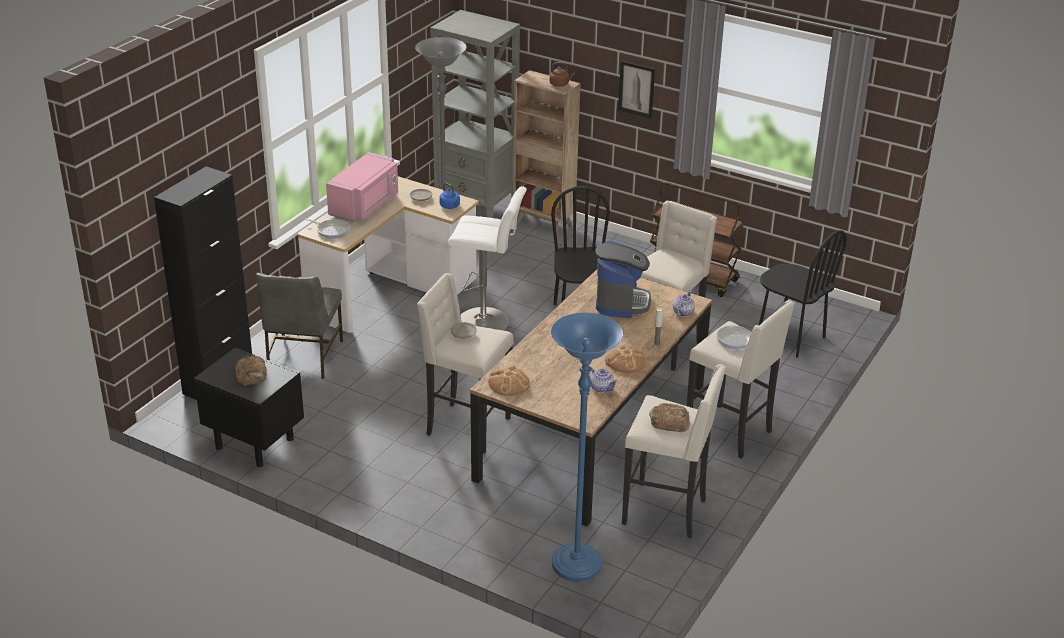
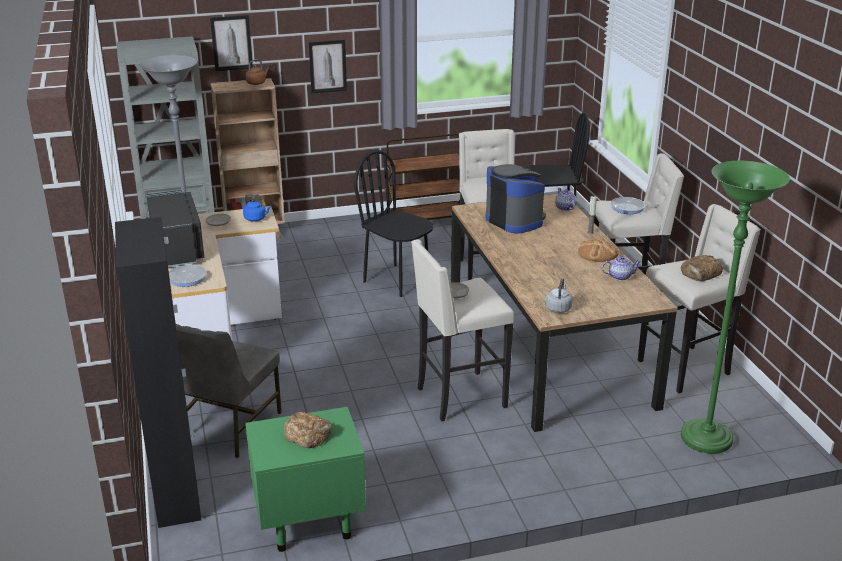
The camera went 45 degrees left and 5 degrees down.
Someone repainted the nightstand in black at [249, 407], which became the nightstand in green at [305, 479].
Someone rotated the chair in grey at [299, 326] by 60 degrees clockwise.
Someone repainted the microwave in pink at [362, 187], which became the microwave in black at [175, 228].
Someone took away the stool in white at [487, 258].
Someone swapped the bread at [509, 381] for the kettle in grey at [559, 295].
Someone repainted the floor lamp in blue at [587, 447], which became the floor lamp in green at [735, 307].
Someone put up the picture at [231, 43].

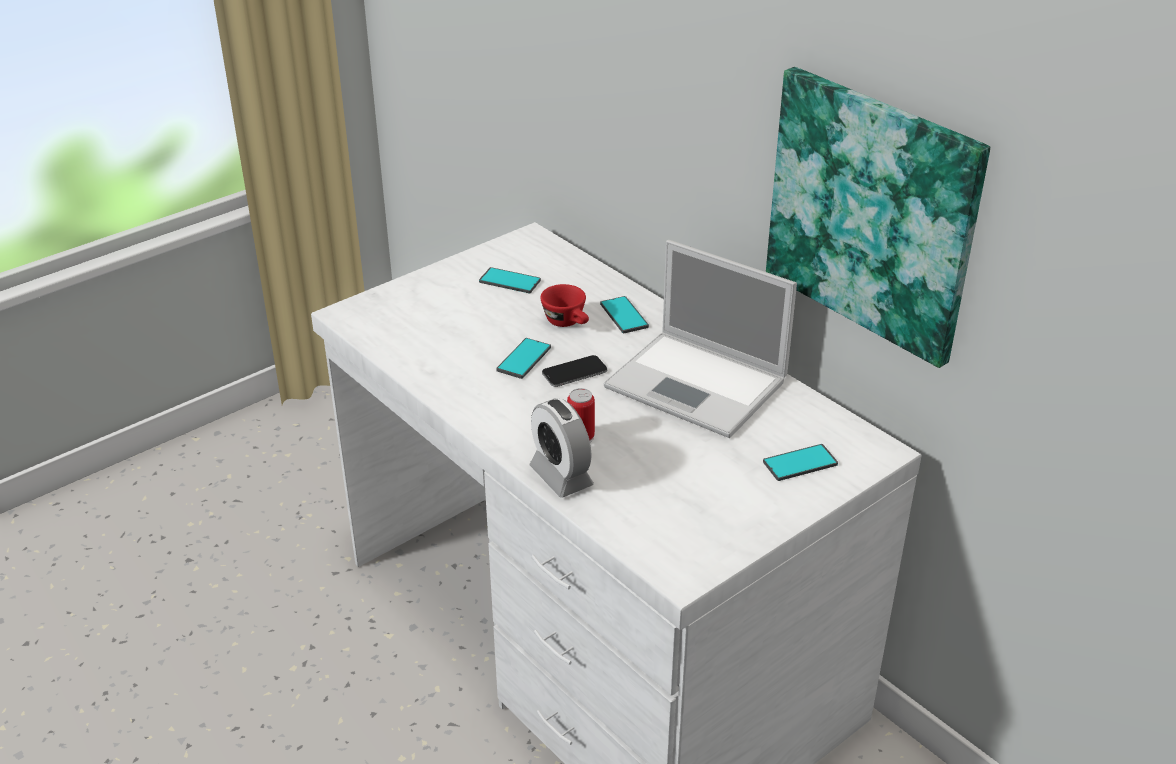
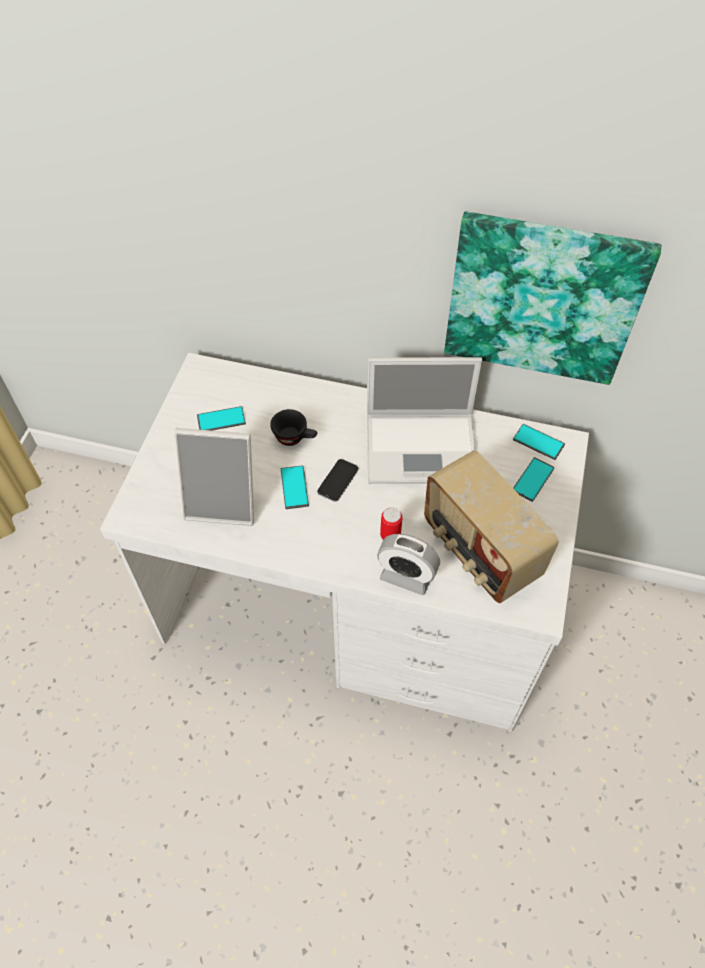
The camera went 35 degrees left and 20 degrees up.
Someone repainted the cup in red at [564, 305], which became the cup in black at [293, 427].
Someone carried the phone from [624, 315] to [539, 442].
Someone put down the picture frame at [214, 477].
Someone put down the radio at [491, 527].

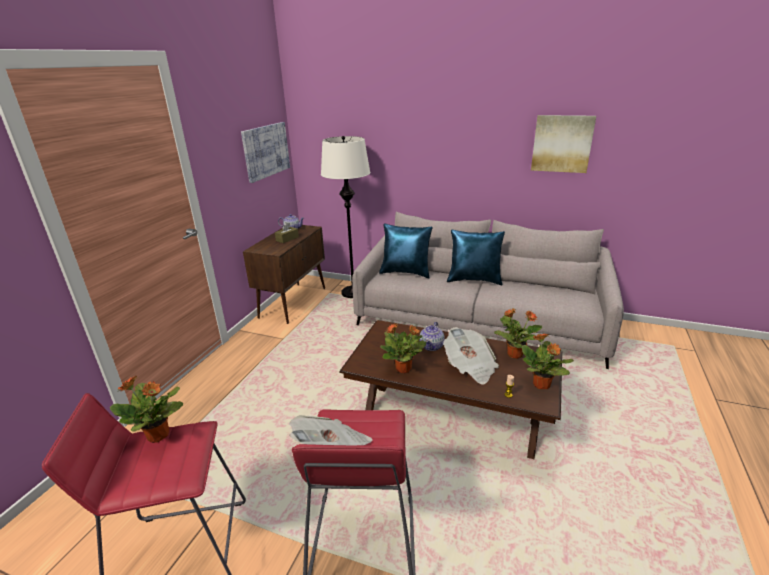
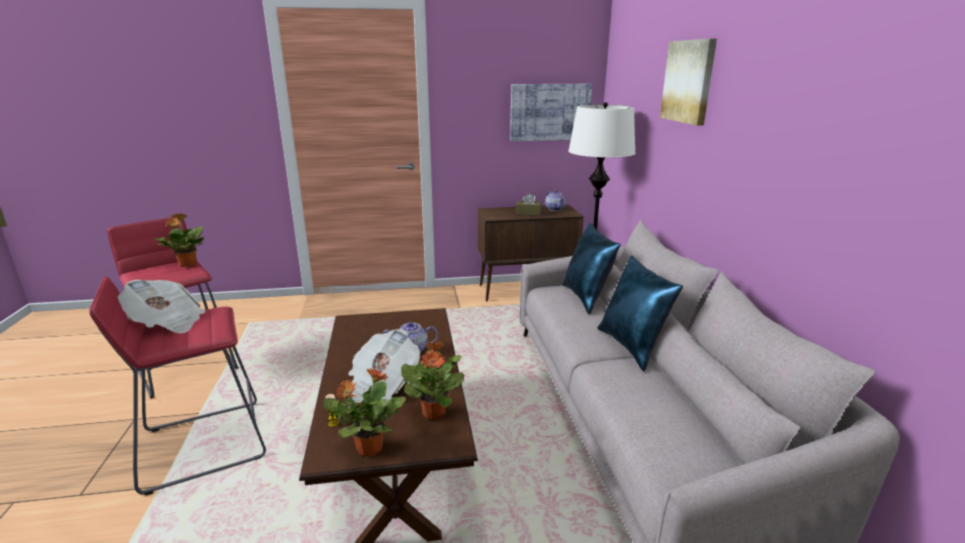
The camera went 60 degrees right and 5 degrees down.
Someone took away the potted plant at [403, 348].
Someone carried the picture from [563, 144] to [688, 82].

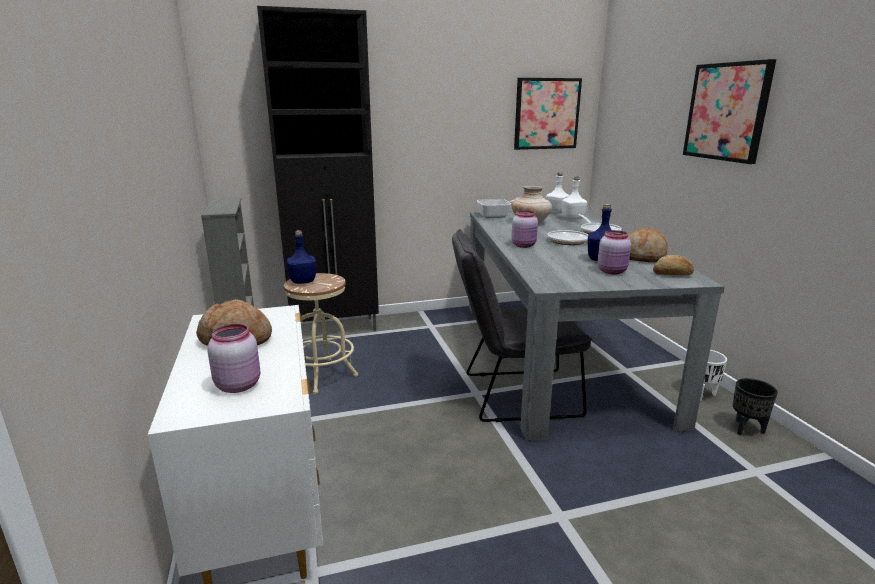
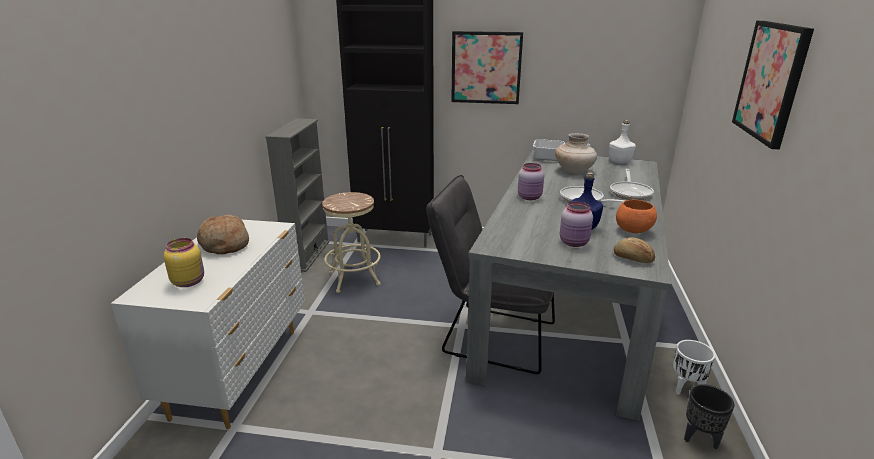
The camera went 25 degrees right and 5 degrees up.
Someone repainted the jar in pink at [234, 358], which became the jar in yellow at [184, 262].
Someone took away the bottle in blue at [301, 257].
Someone carried the picture from [548, 114] to [487, 67].
Someone took away the bottle in white at [574, 198].
Someone swapped the bread at [648, 245] for the bowl in orange at [636, 216].

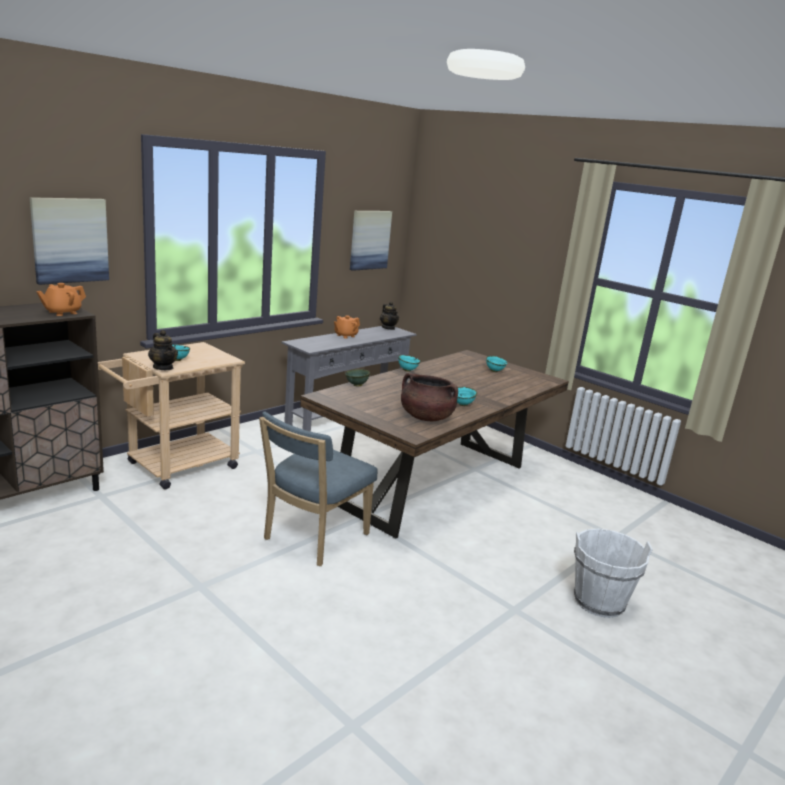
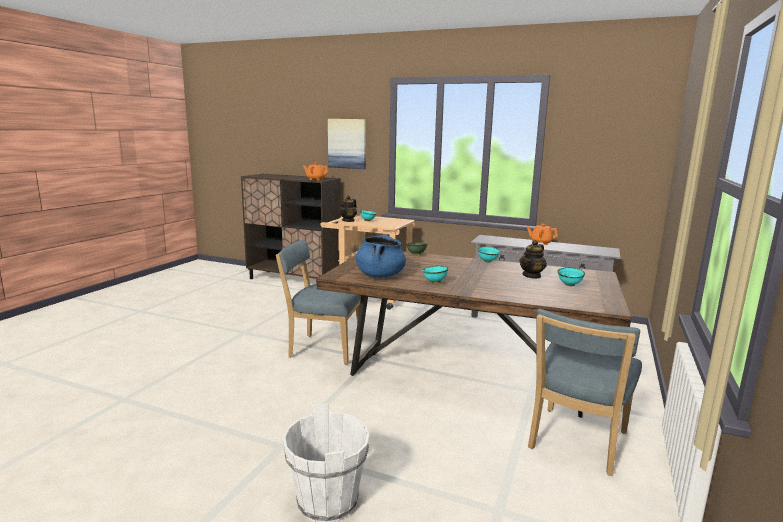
The camera went 70 degrees right and 5 degrees down.
Someone took away the picture at [371, 241].
Someone carried the teapot from [389, 316] to [533, 259].
Someone repainted the cooking pot in brown at [429, 397], which became the cooking pot in blue at [381, 256].
Someone put down the chair in blue at [585, 392].

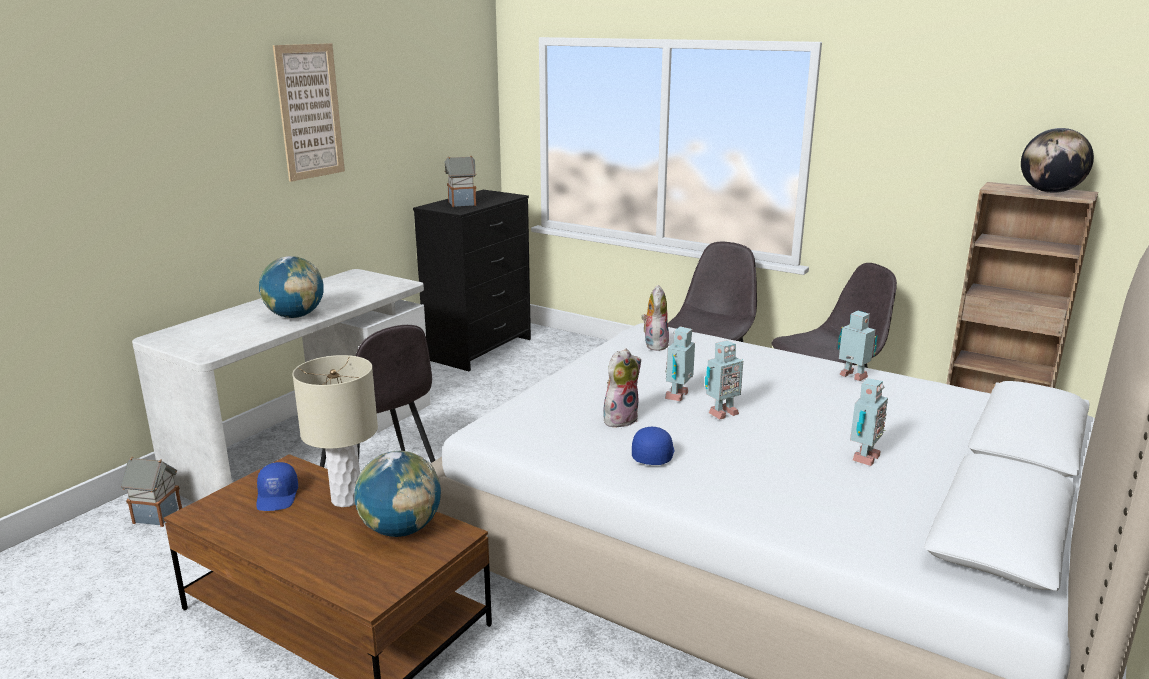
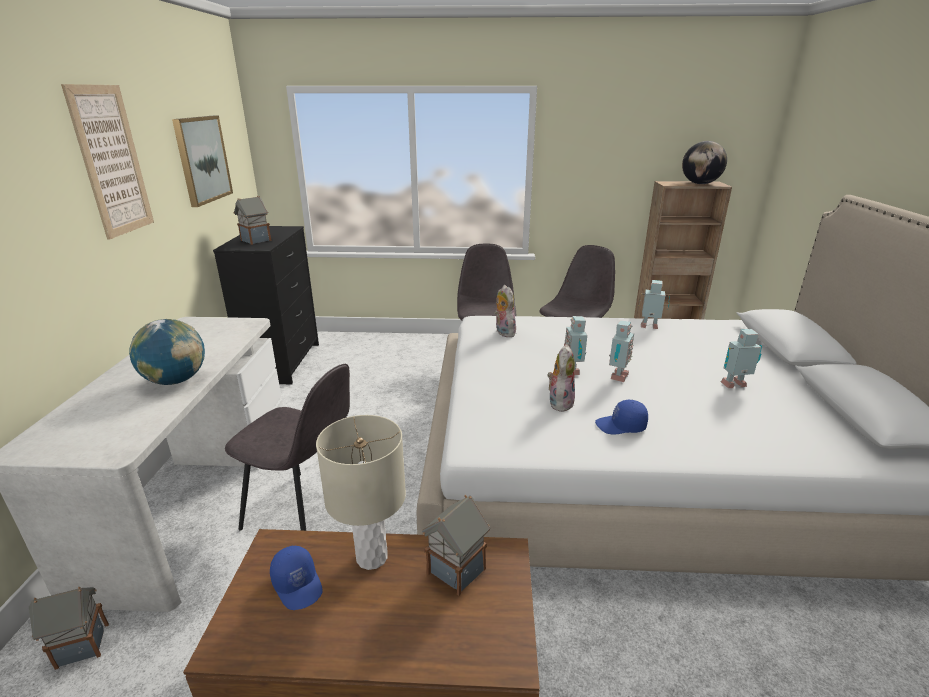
The camera went 30 degrees left and 5 degrees up.
Someone swapped the globe at [398, 494] for the toy house at [456, 545].
Someone rotated the cap in blue at [653, 446] by 75 degrees counterclockwise.
Someone rotated the toy robot at [869, 422] by 105 degrees counterclockwise.
Someone put up the picture at [202, 161].

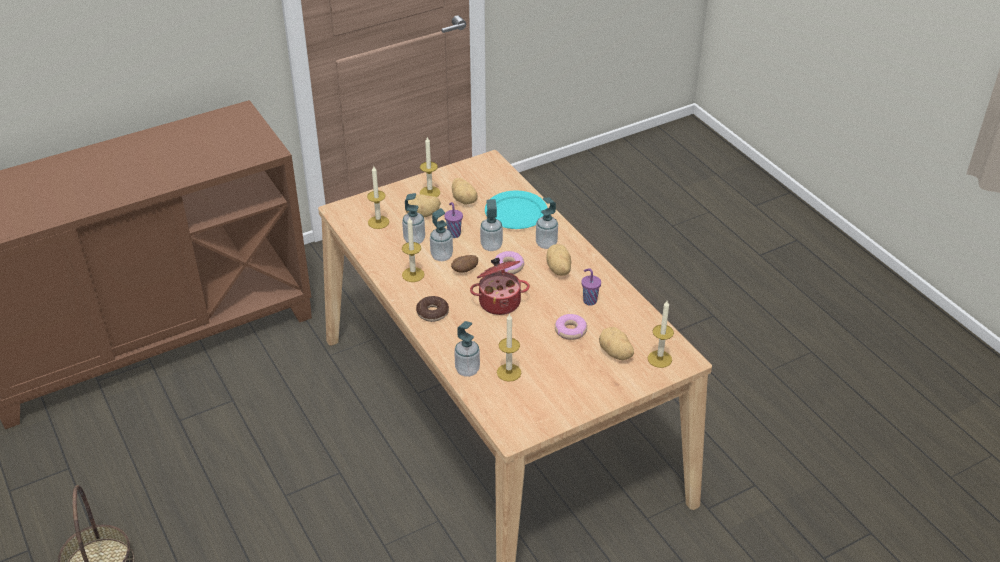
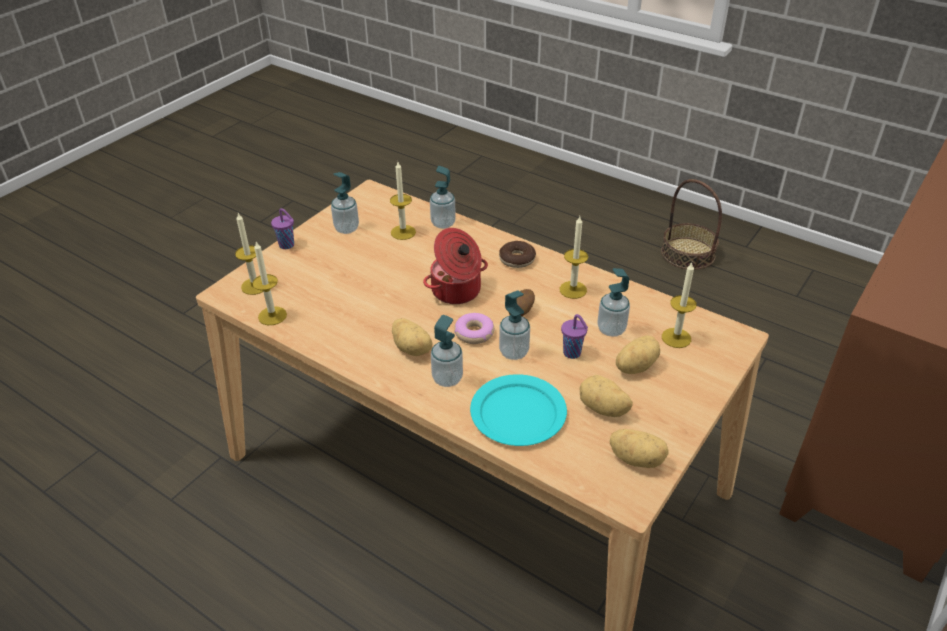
The camera went 155 degrees right and 0 degrees up.
Someone carried the candle from [430, 166] to [269, 283].
Someone carried the soap dispenser from [441, 234] to [345, 203].
Someone took away the donut at [571, 327].
Someone carried the cup in purple from [591, 287] to [282, 228].
Someone carried the potato from [616, 343] to [639, 448].

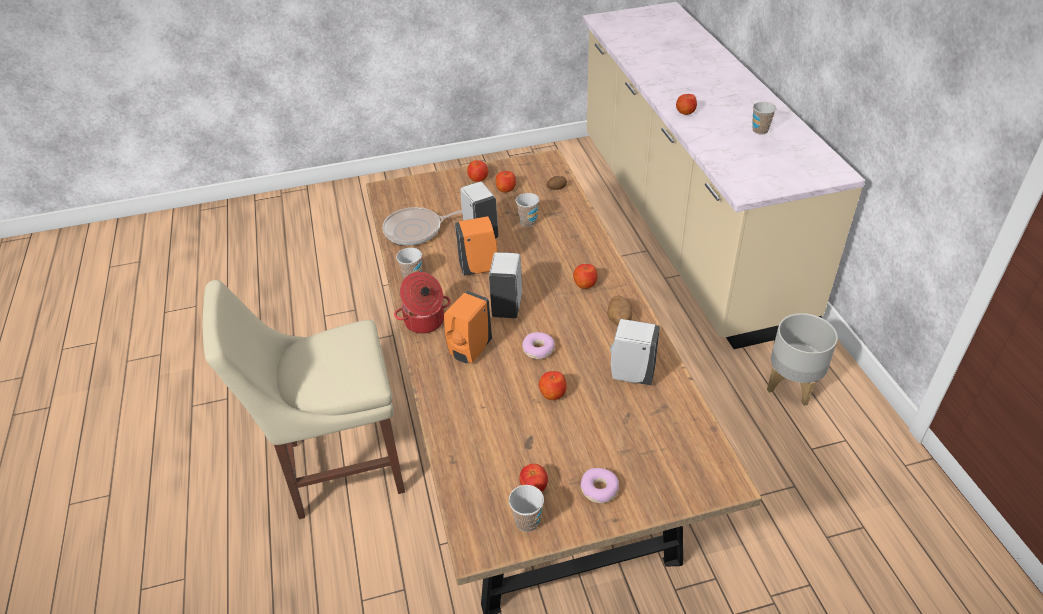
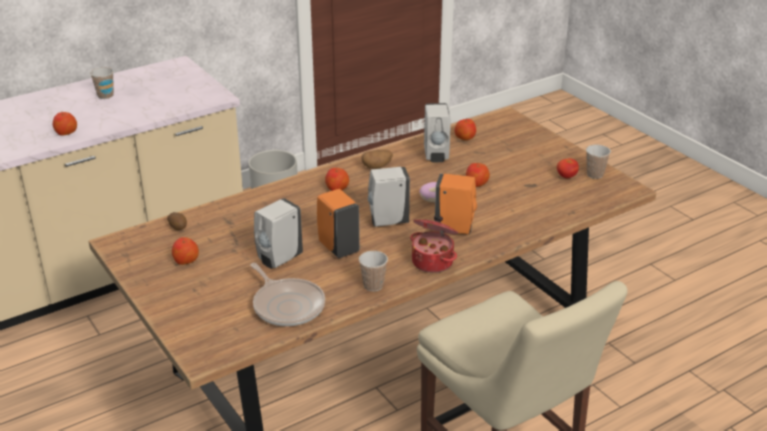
The camera went 110 degrees left and 10 degrees down.
Someone carried the apple from [477, 171] to [465, 129].
Someone took away the cup at [527, 210].
Someone took away the donut at [599, 485].

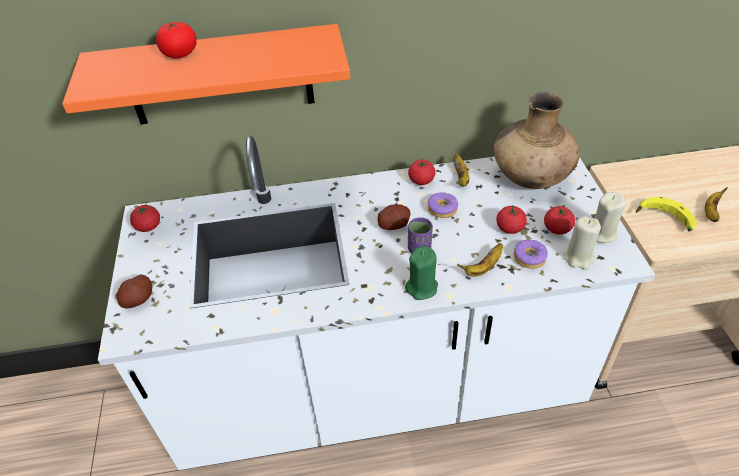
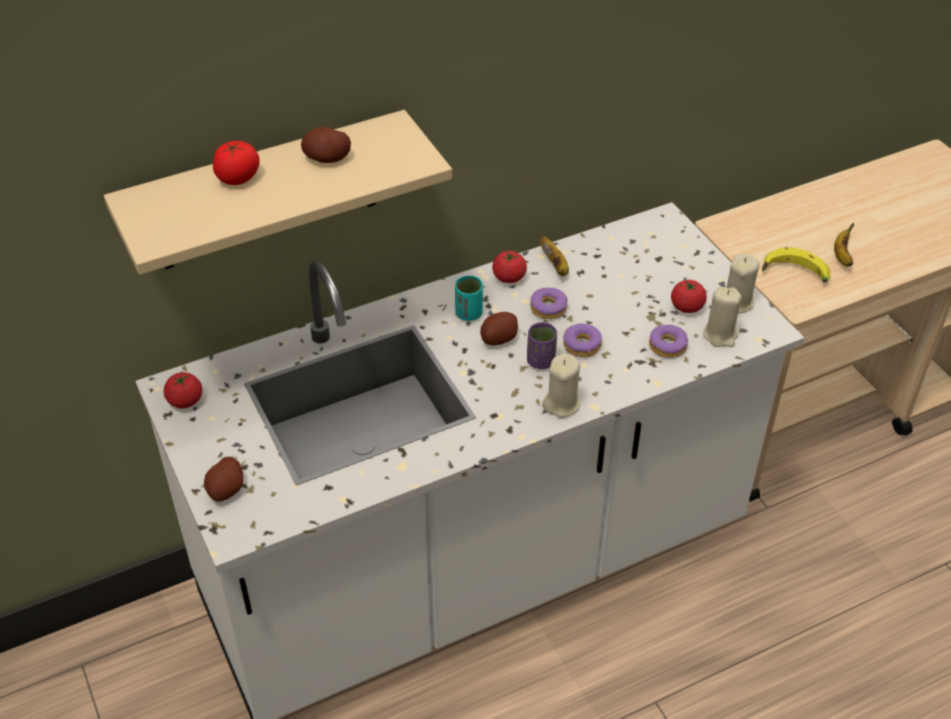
The camera went 20 degrees left and 0 degrees up.
Someone repainted the shelf in orange at [206, 74], which became the shelf in beige at [278, 192].
Someone repainted the candle in green at [421, 273], which became the candle in beige at [561, 385].
Someone took away the banana at [480, 260].
Someone took away the vase in brown at [537, 140].
Someone took away the tomato at [511, 219].
Someone put down the potato at [326, 144].
Someone put down the cup in turquoise at [469, 298].
Someone put down the donut at [582, 340].

